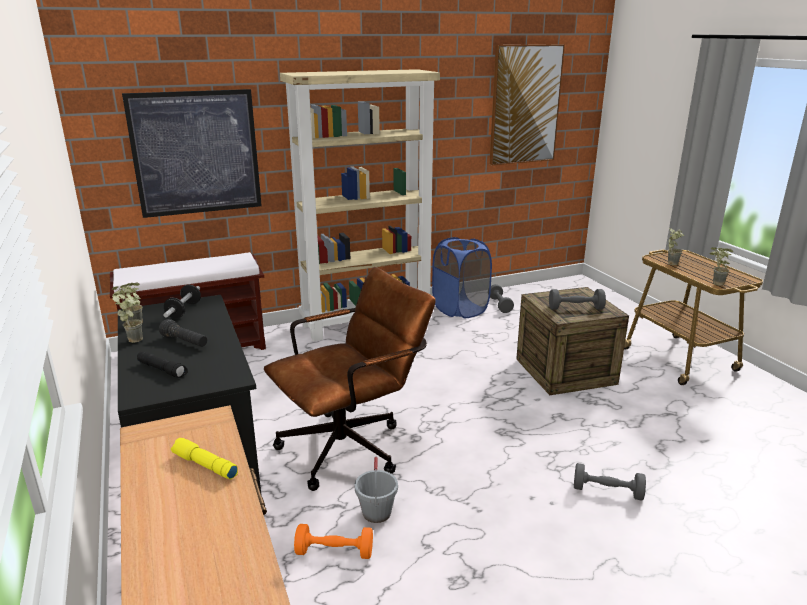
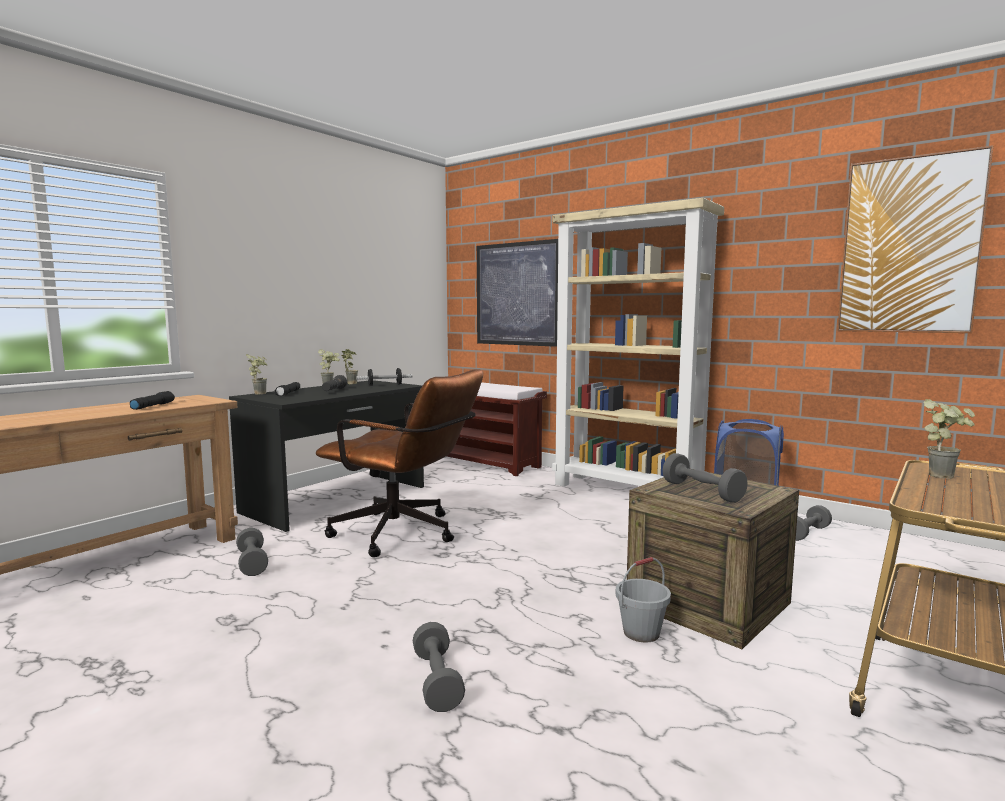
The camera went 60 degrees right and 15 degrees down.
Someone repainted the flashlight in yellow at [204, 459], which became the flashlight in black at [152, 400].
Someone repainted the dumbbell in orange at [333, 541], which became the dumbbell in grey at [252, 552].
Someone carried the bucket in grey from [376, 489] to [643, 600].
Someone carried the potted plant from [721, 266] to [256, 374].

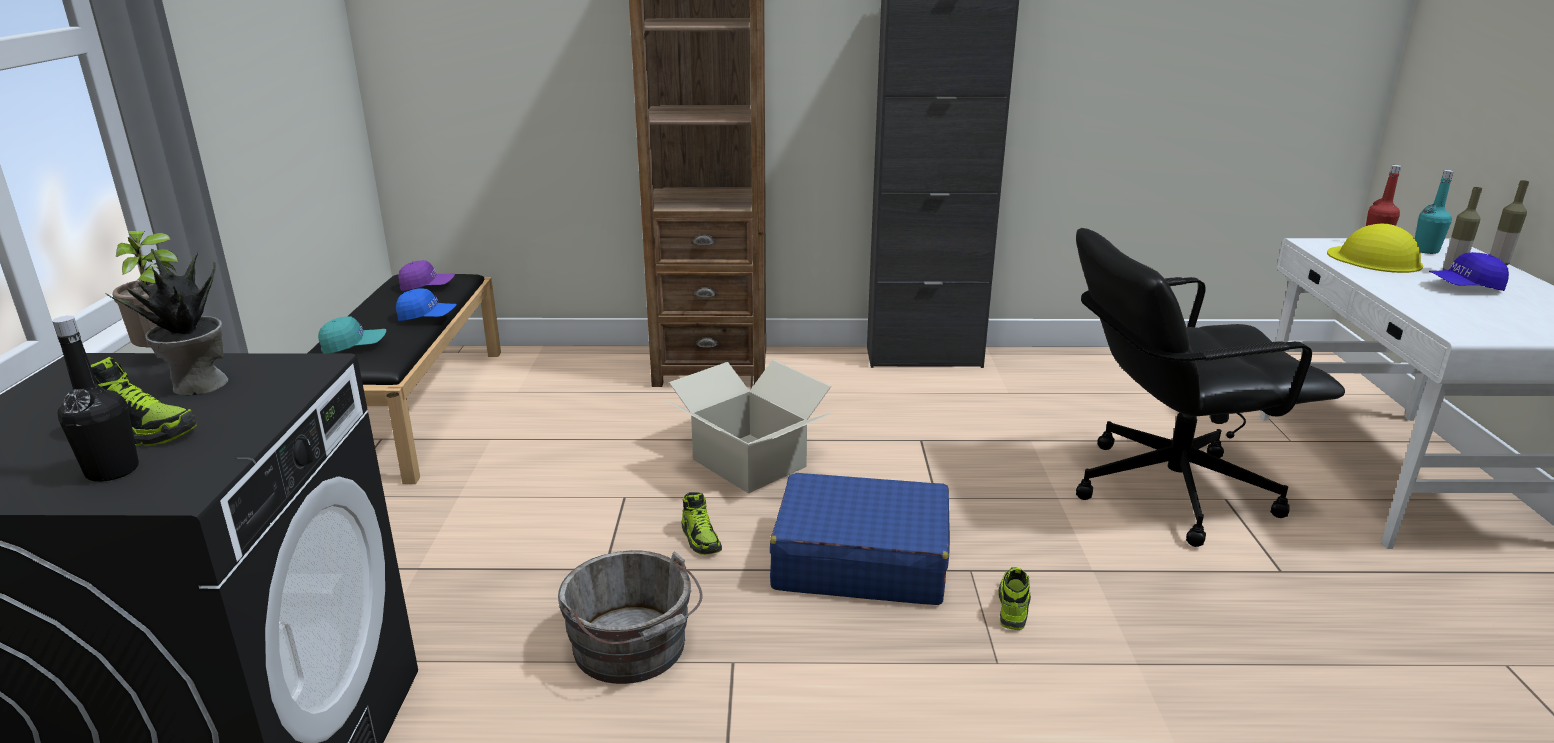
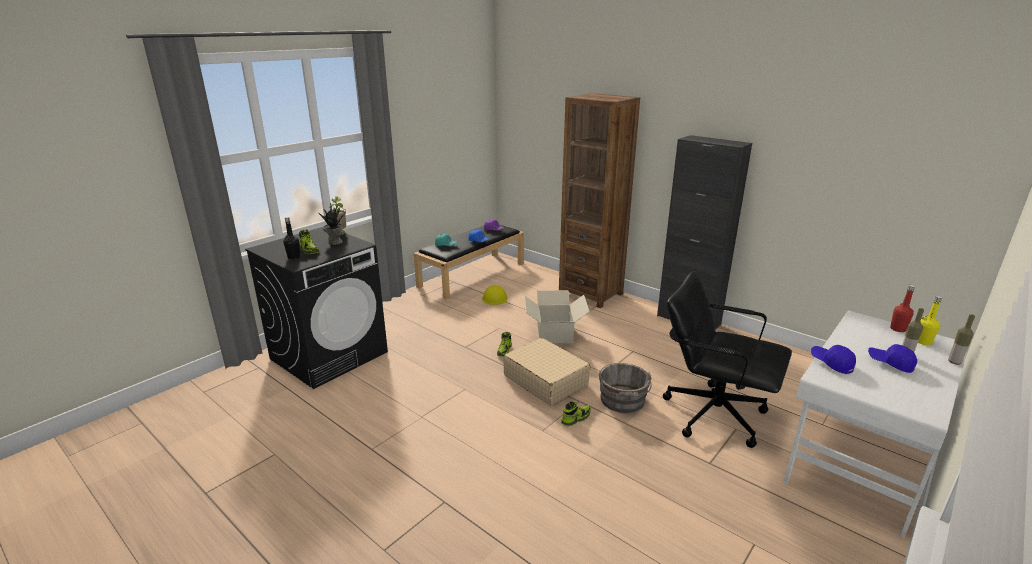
The camera went 40 degrees right and 0 degrees up.
Someone carried the bucket in grey from [630, 617] to [625, 388].
Someone repainted the suitcase in blue at [860, 539], which became the suitcase in beige at [546, 371].
Someone carried the hard hat in yellow from [1375, 248] to [495, 295].
Someone repainted the bottle in turquoise at [1434, 212], which became the bottle in yellow at [930, 320].
Someone put down the cap in blue at [833, 359].

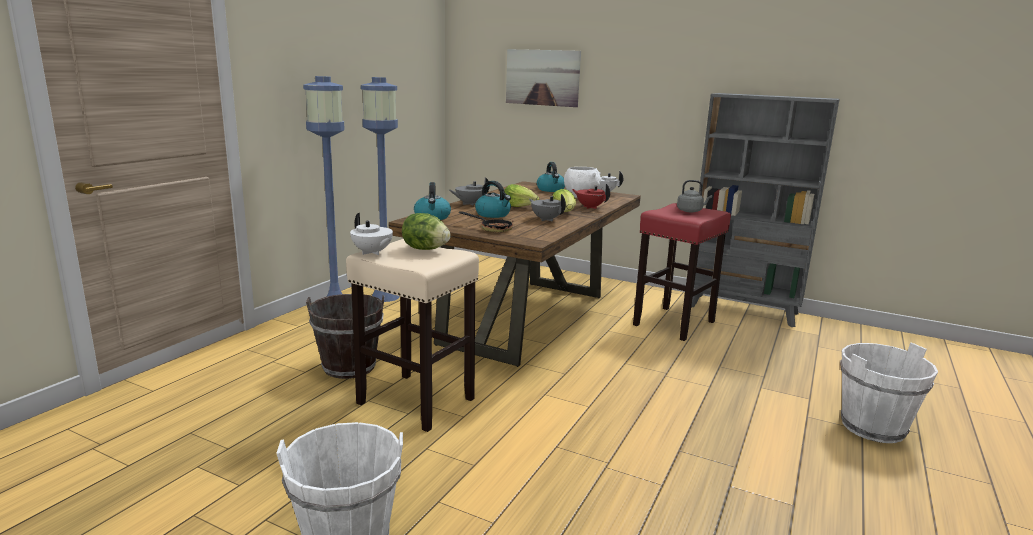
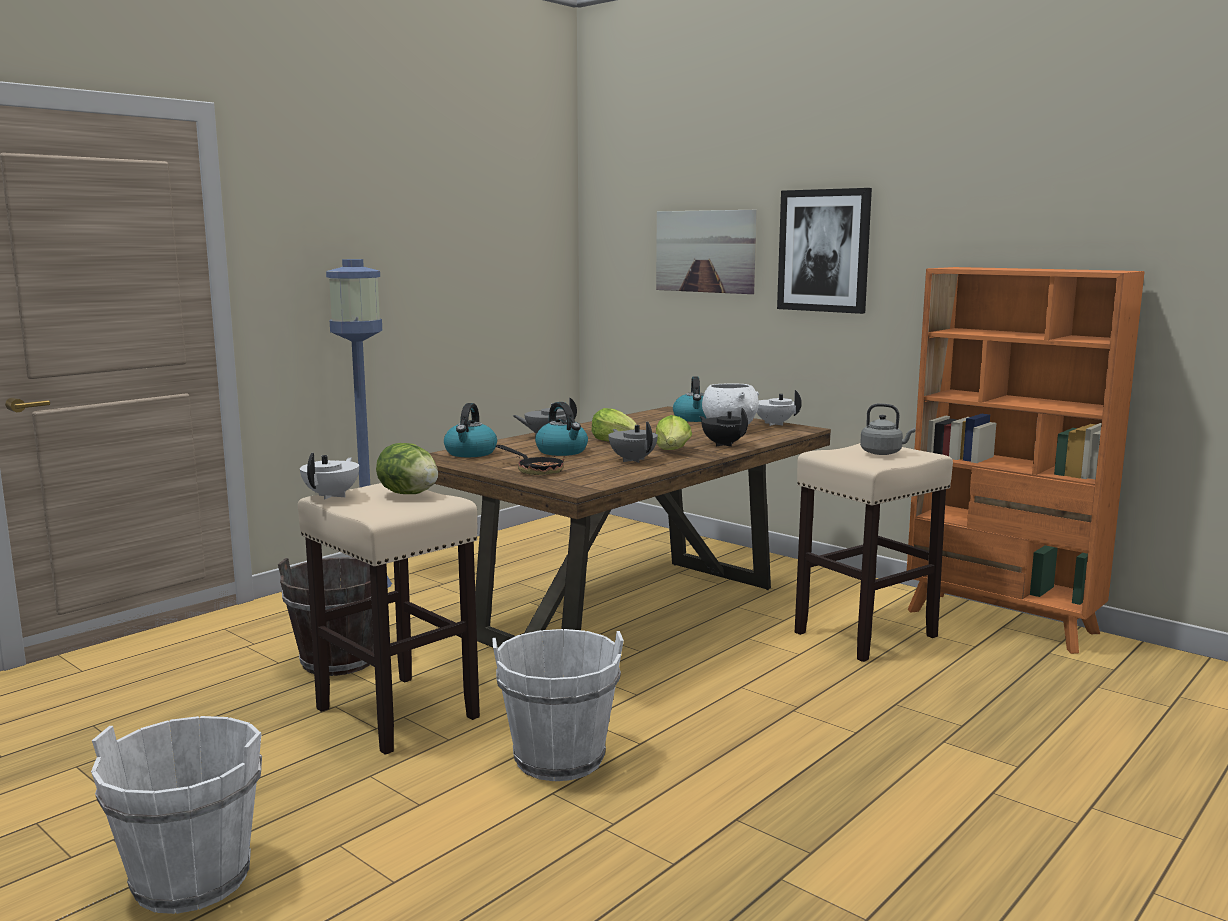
The camera went 15 degrees right and 5 degrees down.
Someone rotated the teapot in white at [371, 234] by 135 degrees counterclockwise.
Someone took away the floor lamp in blue at [380, 189].
Someone repainted the teapot in red at [591, 196], which became the teapot in black at [724, 427].
Someone repainted the stool in red at [682, 272], which became the stool in beige at [874, 552].
Someone repainted the bookcase in grey at [765, 210], which became the bookcase in orange at [1026, 460].
Someone carried the bucket in white from [889, 393] to [558, 705].
Someone put up the picture at [824, 251].

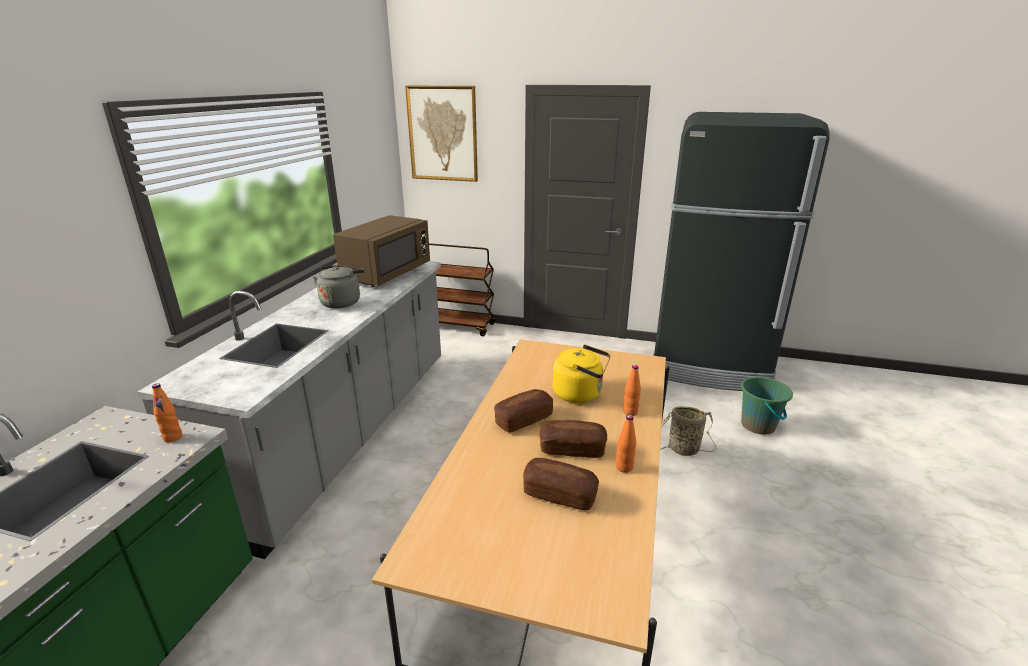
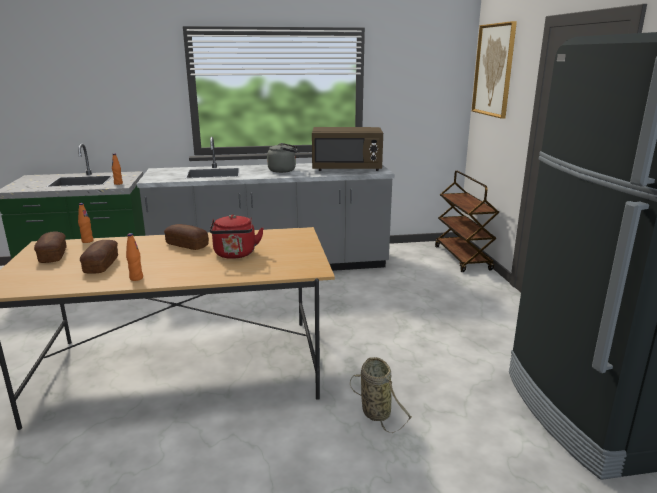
The camera went 65 degrees right and 5 degrees down.
Someone carried the bread from [573, 439] to [50, 247].
Someone repainted the kettle in yellow at [581, 374], which became the kettle in red at [237, 237].
Someone carried the bottle in orange from [632, 390] to [86, 223].
Someone took away the bucket in green at [767, 406].

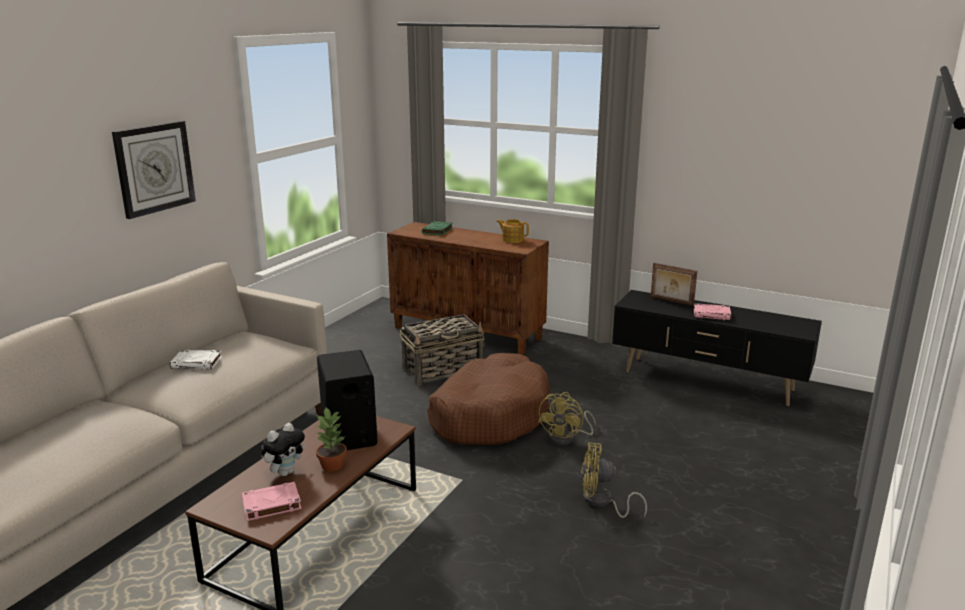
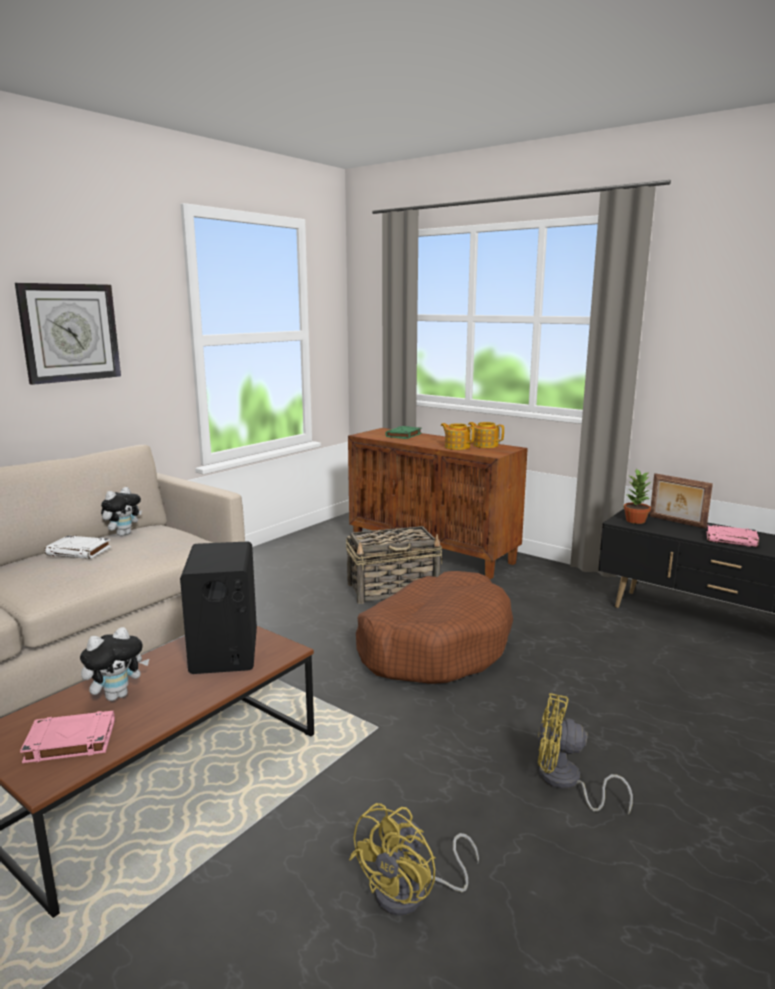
The camera went 10 degrees right and 5 degrees down.
Someone carried the potted plant from [331, 440] to [638, 496].
Someone carried the fan in yellow from [567, 418] to [414, 859].
Someone put down the plush toy at [121, 511].
Someone put down the teapot at [458, 436].

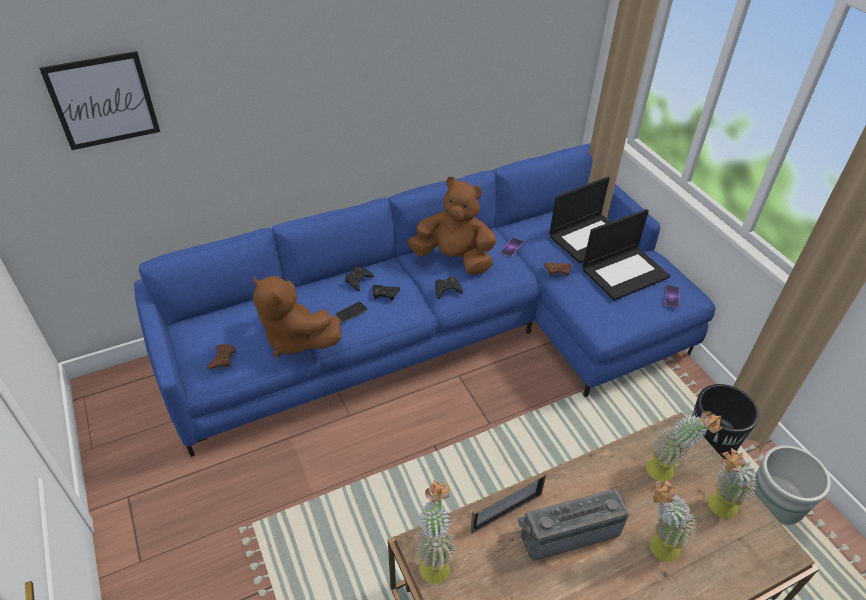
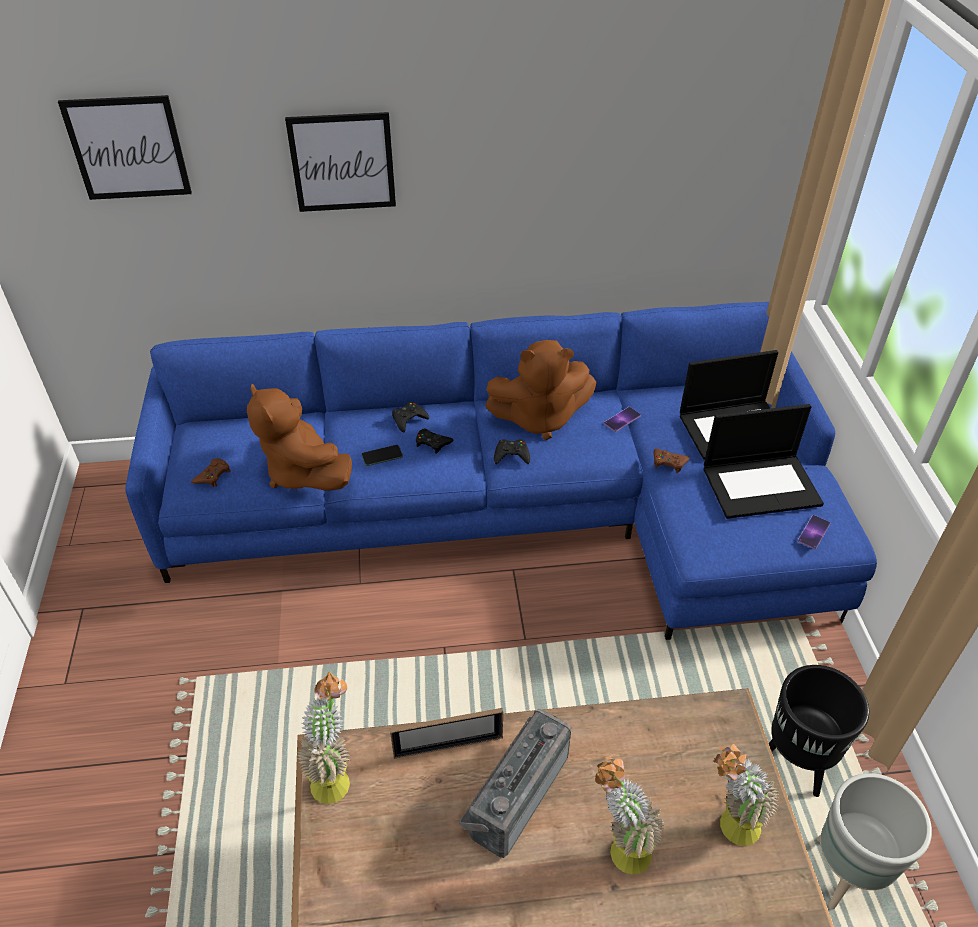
The camera went 20 degrees right and 0 degrees up.
Someone rotated the plush toy in brown at [452, 226] by 135 degrees clockwise.
Someone rotated the radio at [573, 524] by 60 degrees counterclockwise.
Someone took away the potted plant at [684, 446].
Someone put up the picture at [340, 162].

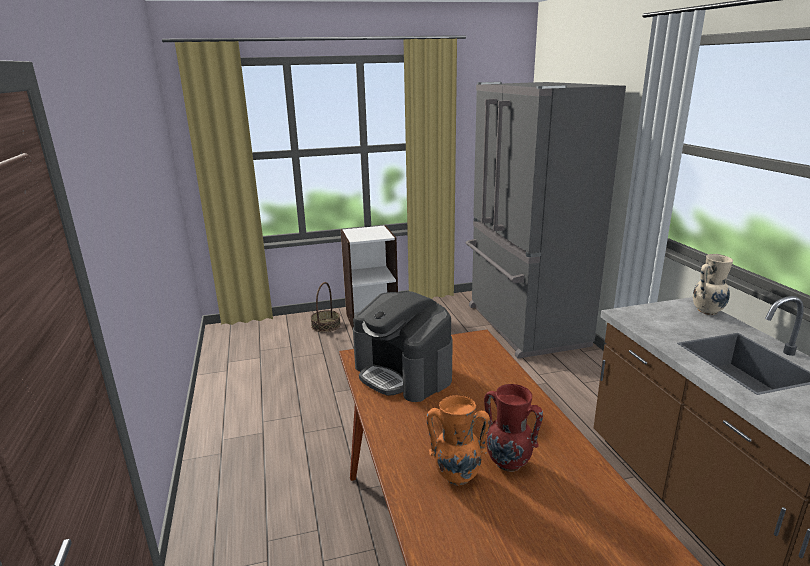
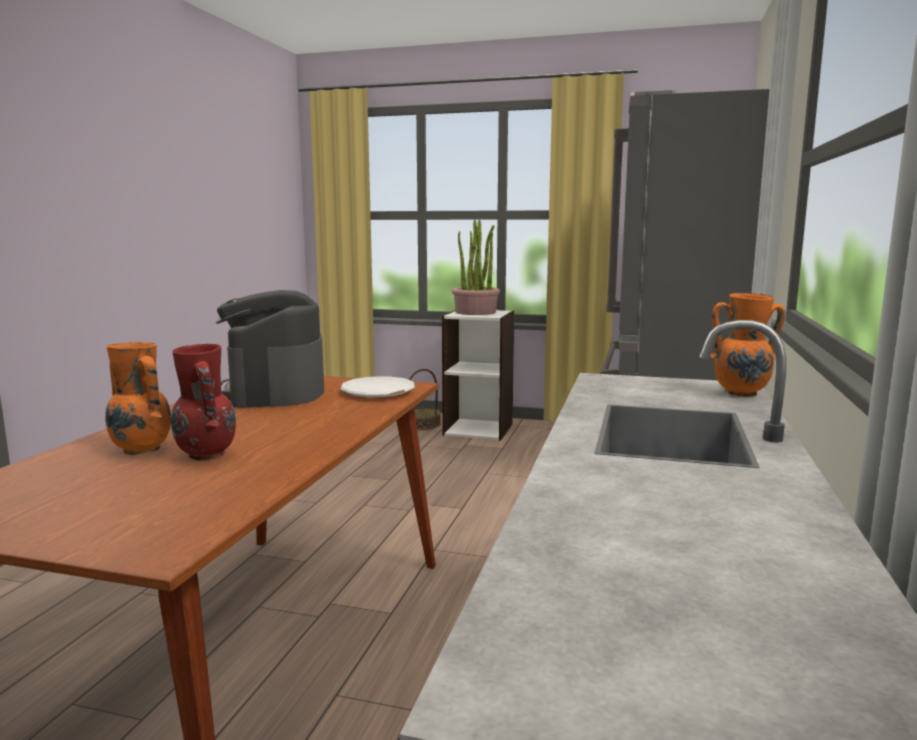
The camera went 30 degrees right and 10 degrees down.
Someone repainted the vase in beige at [713, 284], which became the vase in orange at [748, 345].
Someone put down the plate in white at [378, 386].
Someone put down the potted plant at [476, 267].

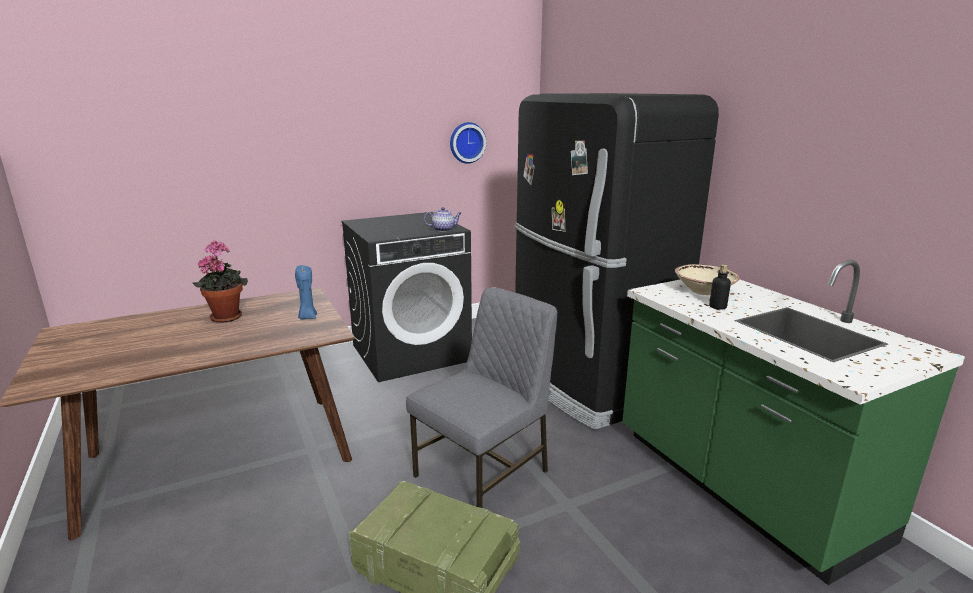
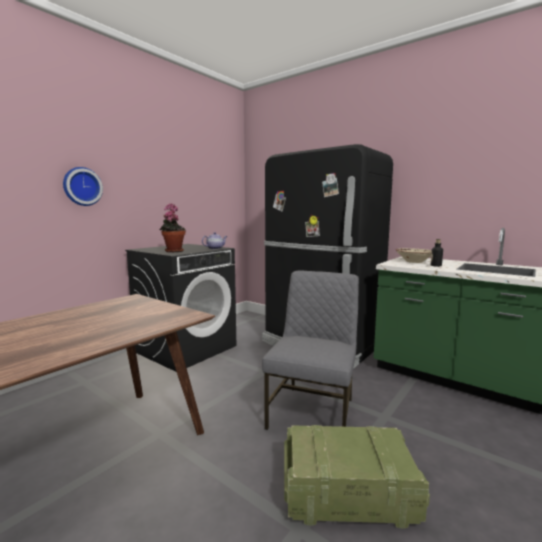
The camera went 25 degrees left and 10 degrees down.
Someone carried the potted plant from [220, 281] to [173, 227].
Someone took away the candle in blue at [306, 292].
Someone carried the wall clock from [468, 143] to [83, 186].

